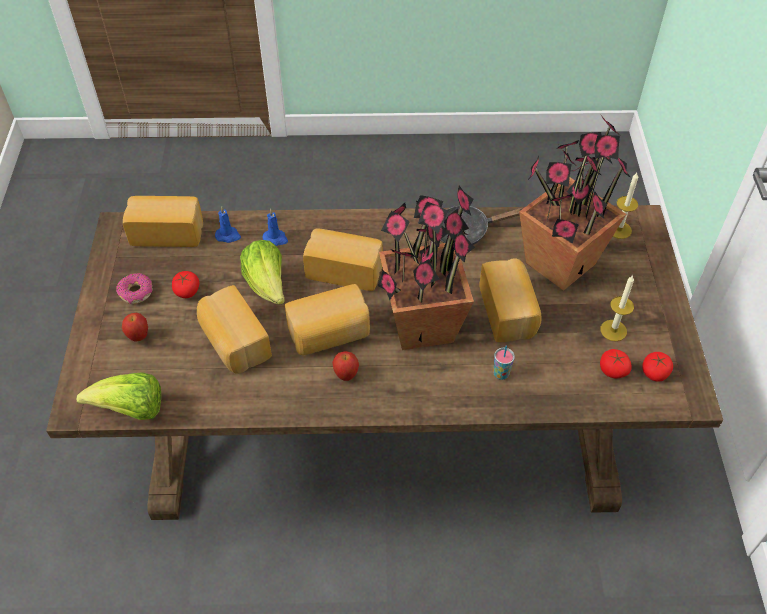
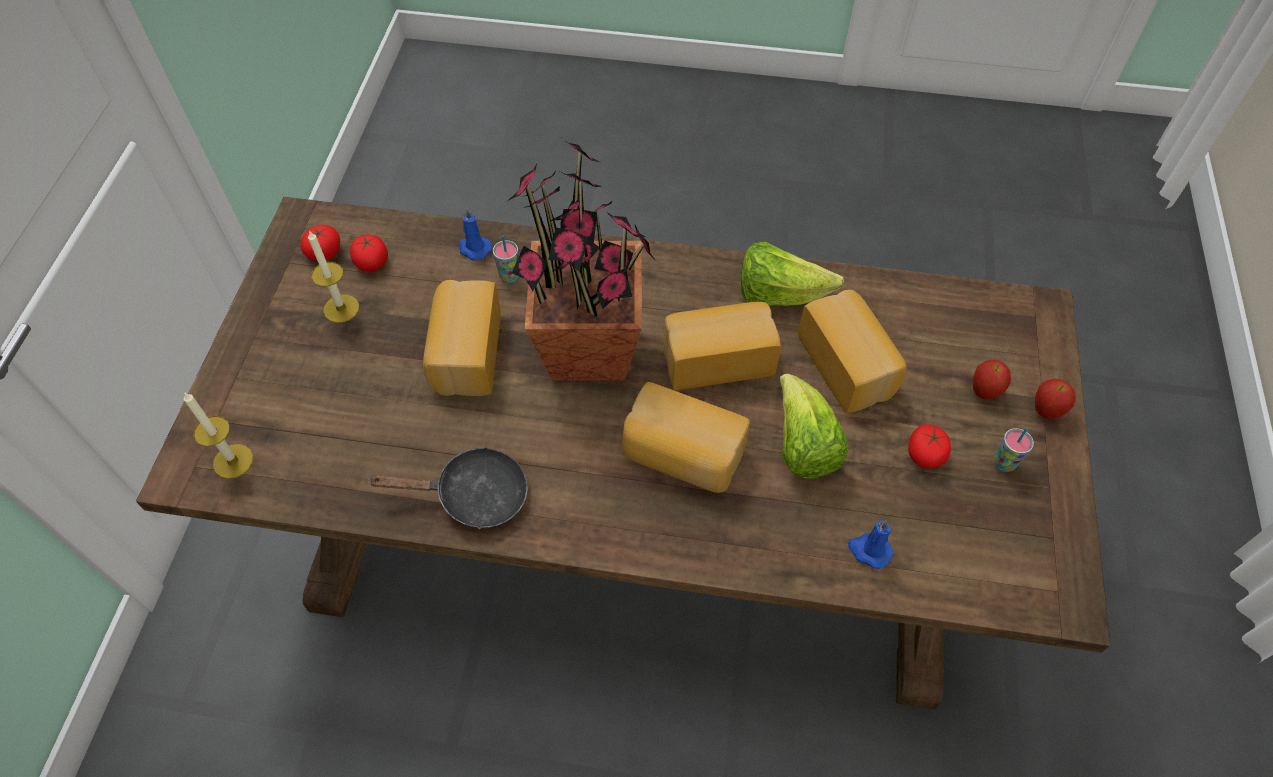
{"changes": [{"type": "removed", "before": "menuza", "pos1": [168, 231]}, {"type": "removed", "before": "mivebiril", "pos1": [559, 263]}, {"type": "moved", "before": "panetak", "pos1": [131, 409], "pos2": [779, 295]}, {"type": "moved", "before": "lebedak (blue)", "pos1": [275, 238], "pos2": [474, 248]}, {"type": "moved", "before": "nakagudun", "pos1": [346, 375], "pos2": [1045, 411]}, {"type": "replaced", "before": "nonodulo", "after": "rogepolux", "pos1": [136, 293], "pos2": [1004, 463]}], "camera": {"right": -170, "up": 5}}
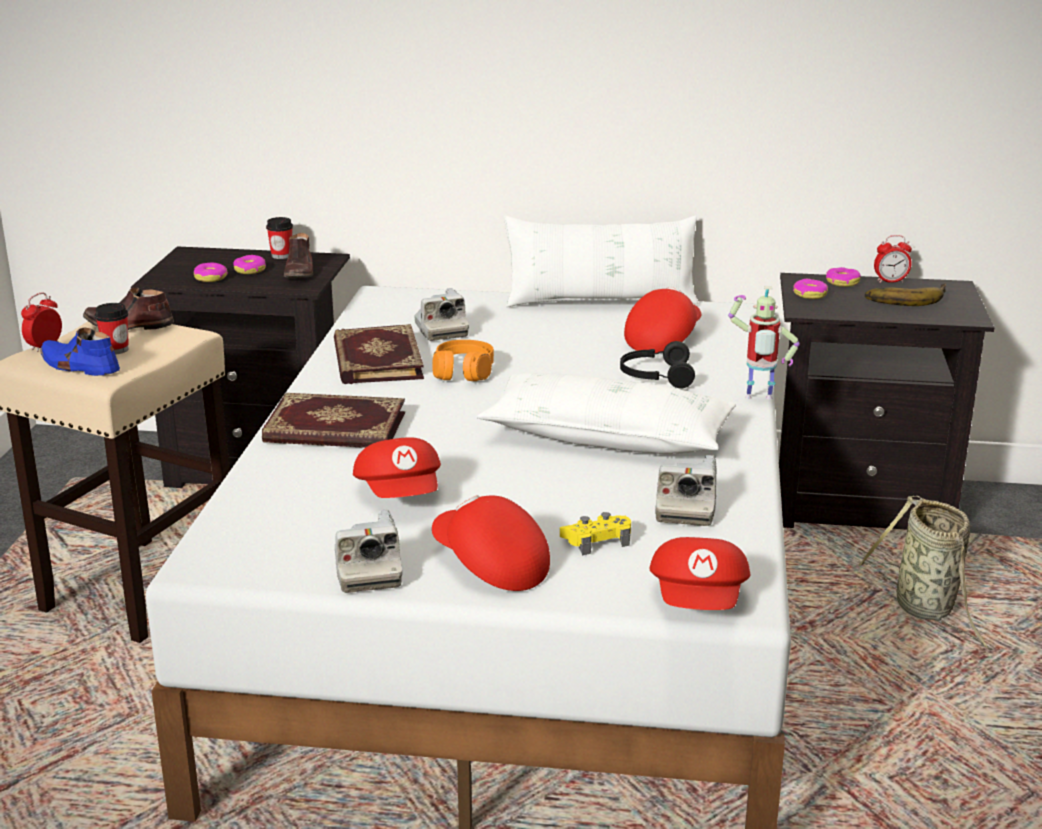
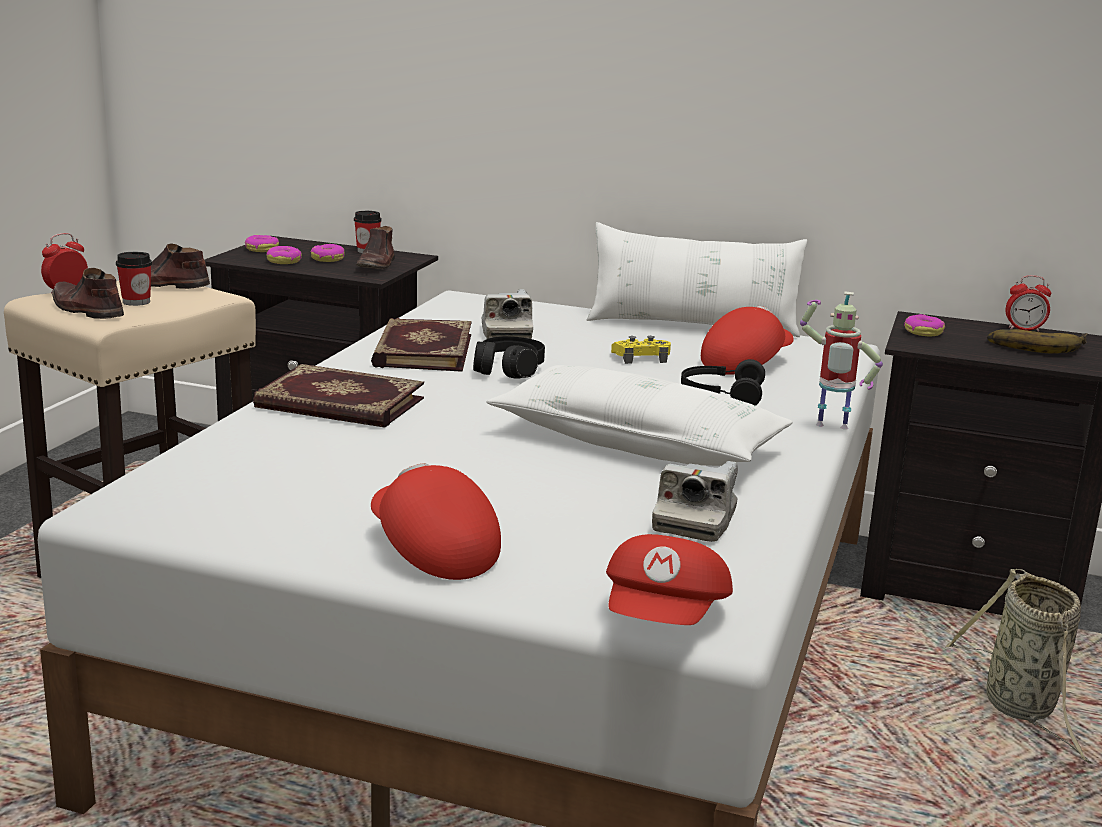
{"changes": [{"type": "removed", "before": "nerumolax", "pos1": [367, 571]}, {"type": "removed", "before": "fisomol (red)", "pos1": [401, 494]}, {"type": "moved", "before": "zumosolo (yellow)", "pos1": [596, 540], "pos2": [641, 358]}, {"type": "moved", "before": "nonodulo", "pos1": [842, 282], "pos2": [262, 249]}, {"type": "recoloured", "before": "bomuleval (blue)", "after": "bomuleval (brown)", "pos1": [79, 366], "pos2": [86, 310]}, {"type": "recoloured", "before": "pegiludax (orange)", "after": "pegiludax (black)", "pos1": [463, 372], "pos2": [508, 370]}], "camera": {"right": 10, "up": -5}}
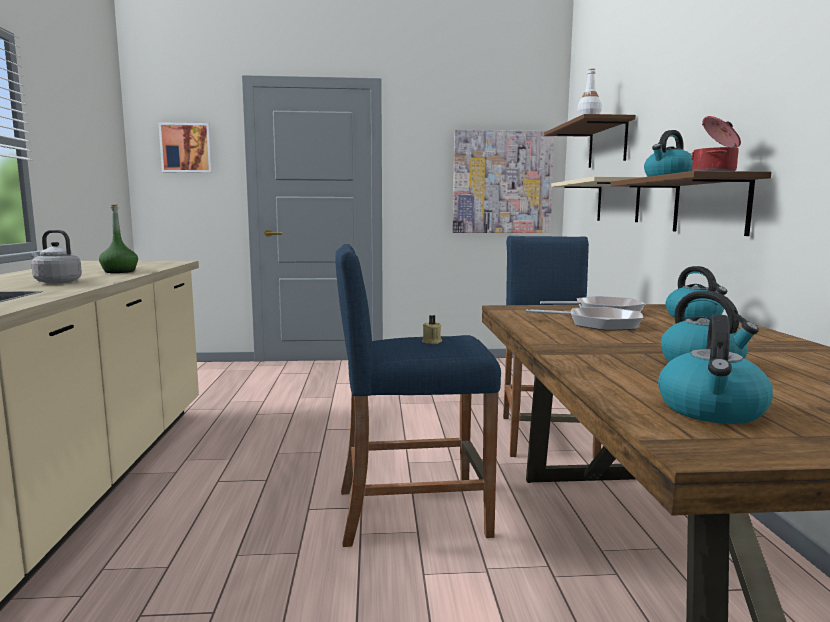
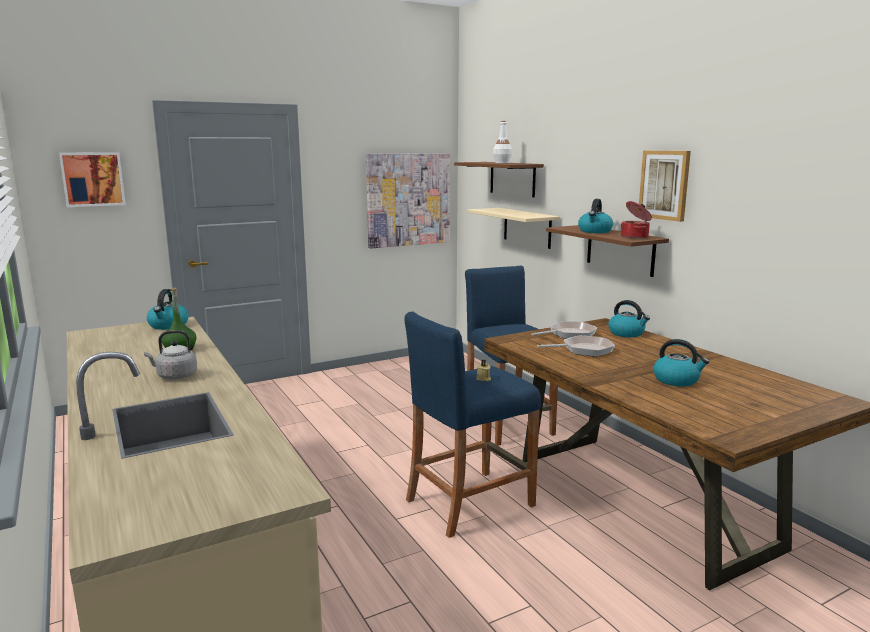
{"changes": [{"type": "added", "after": "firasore", "pos2": [664, 185]}, {"type": "moved", "before": "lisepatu", "pos1": [711, 410], "pos2": [168, 325]}], "camera": {"right": -25, "up": 5}}
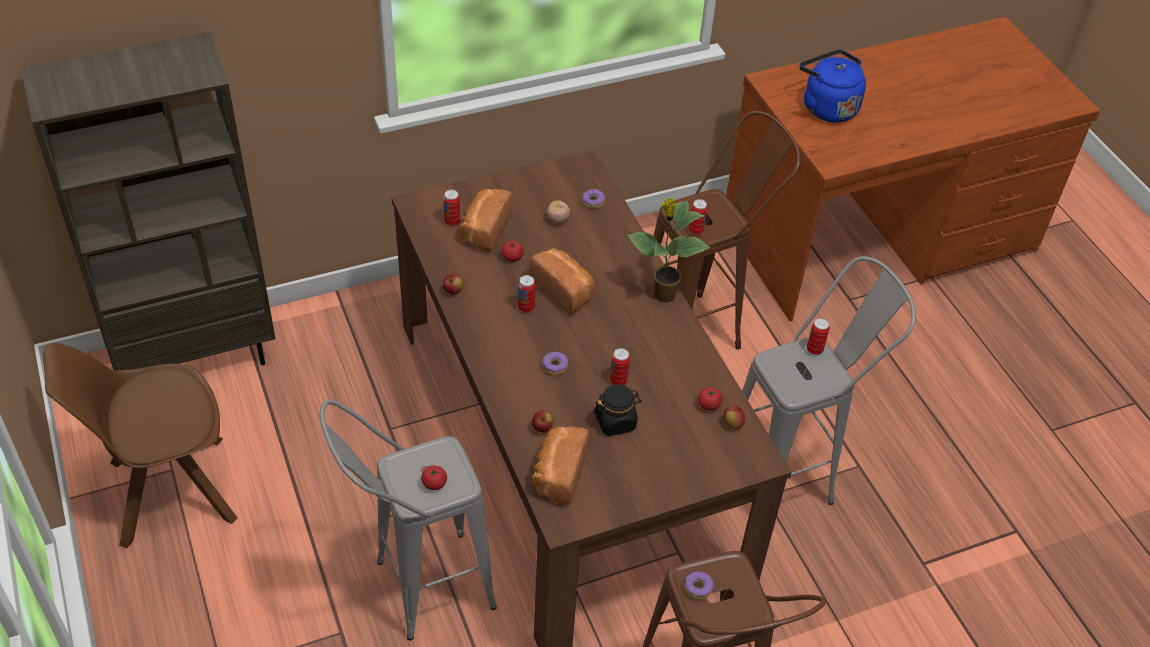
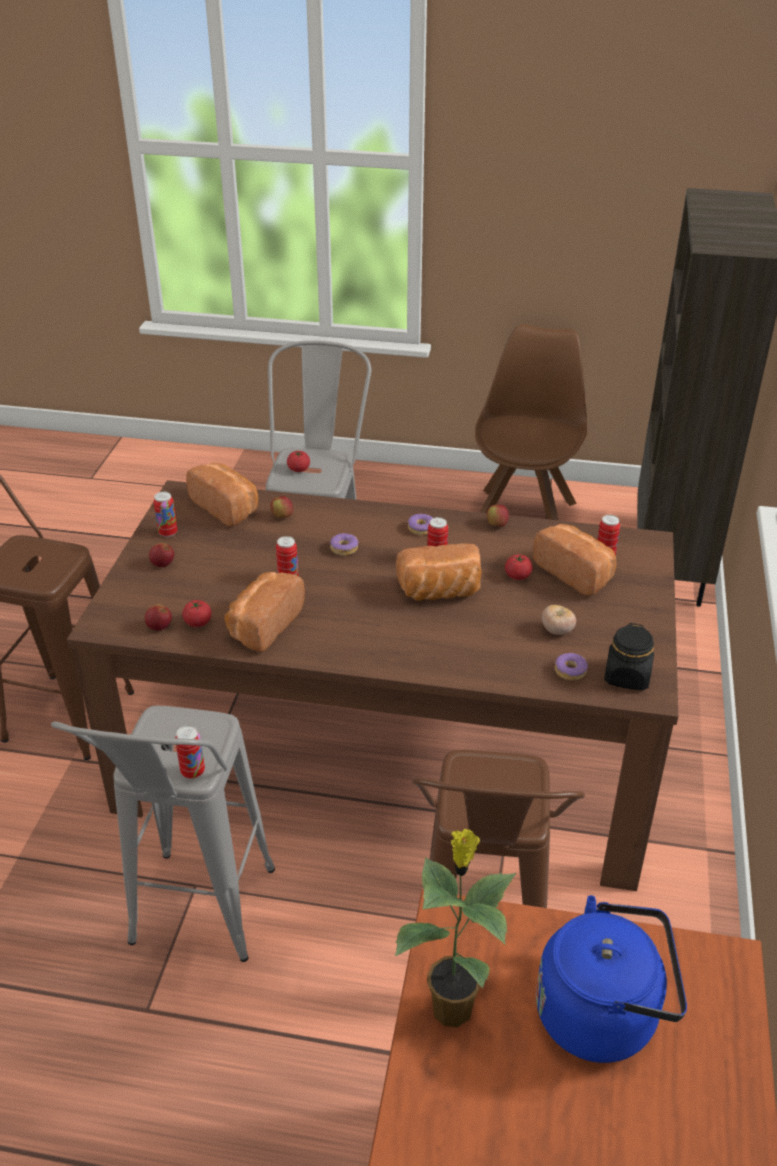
{"changes": [{"type": "added", "after": "nakagudun", "pos2": [163, 564]}, {"type": "added", "after": "menuza", "pos2": [263, 625]}, {"type": "moved", "before": "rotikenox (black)", "pos1": [615, 421], "pos2": [627, 676]}, {"type": "moved", "before": "mivebiril", "pos1": [663, 295], "pos2": [452, 1006]}, {"type": "moved", "before": "nonodulo", "pos1": [698, 588], "pos2": [421, 528]}, {"type": "moved", "before": "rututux", "pos1": [696, 230], "pos2": [168, 533]}], "camera": {"right": 125, "up": -10}}
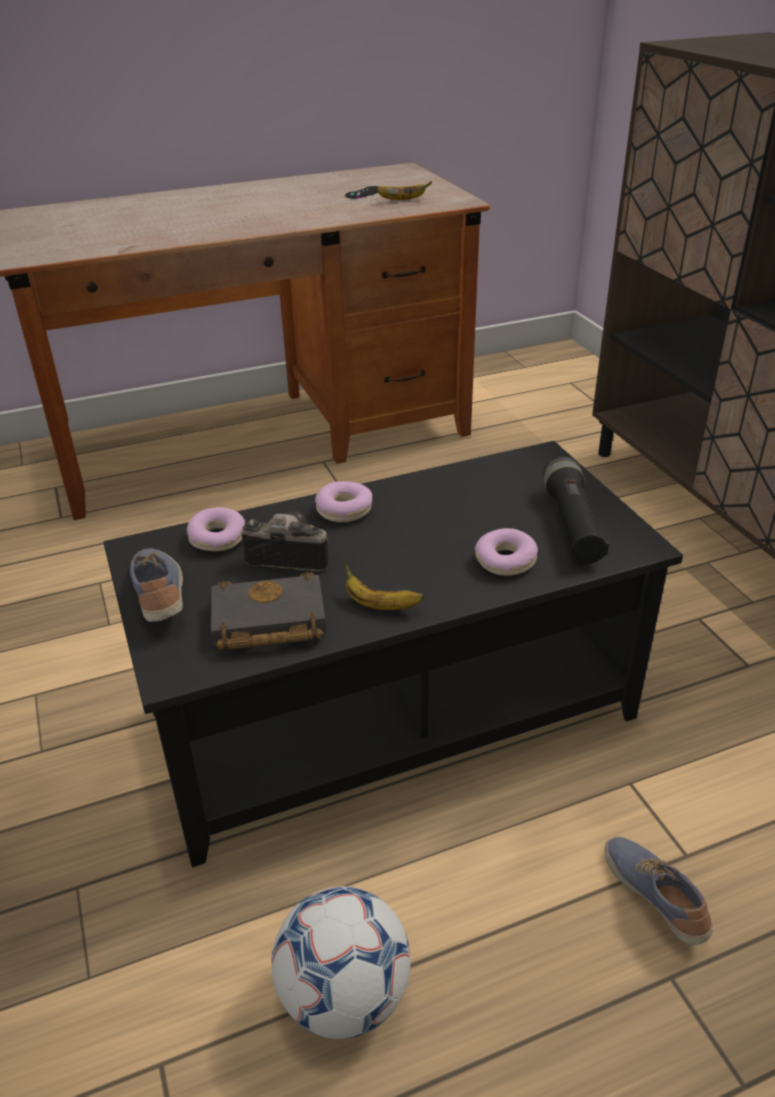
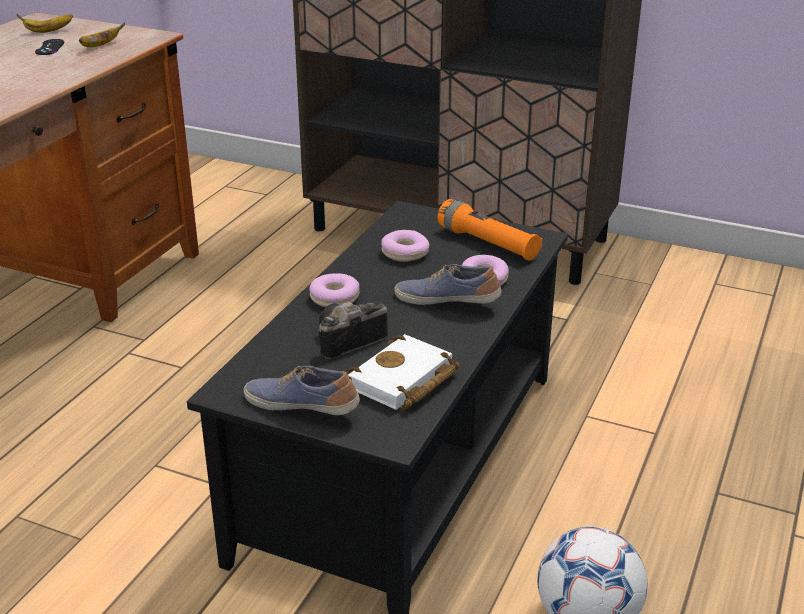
{"changes": [{"type": "moved", "before": "nonodulo", "pos1": [217, 538], "pos2": [405, 253]}, {"type": "moved", "before": "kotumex", "pos1": [380, 605], "pos2": [47, 31]}, {"type": "moved", "before": "bomuleval", "pos1": [655, 896], "pos2": [447, 301]}, {"type": "recoloured", "before": "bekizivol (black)", "after": "bekizivol (white)", "pos1": [266, 622], "pos2": [403, 382]}, {"type": "recoloured", "before": "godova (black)", "after": "godova (orange)", "pos1": [572, 524], "pos2": [488, 243]}], "camera": {"right": -45, "up": -5}}
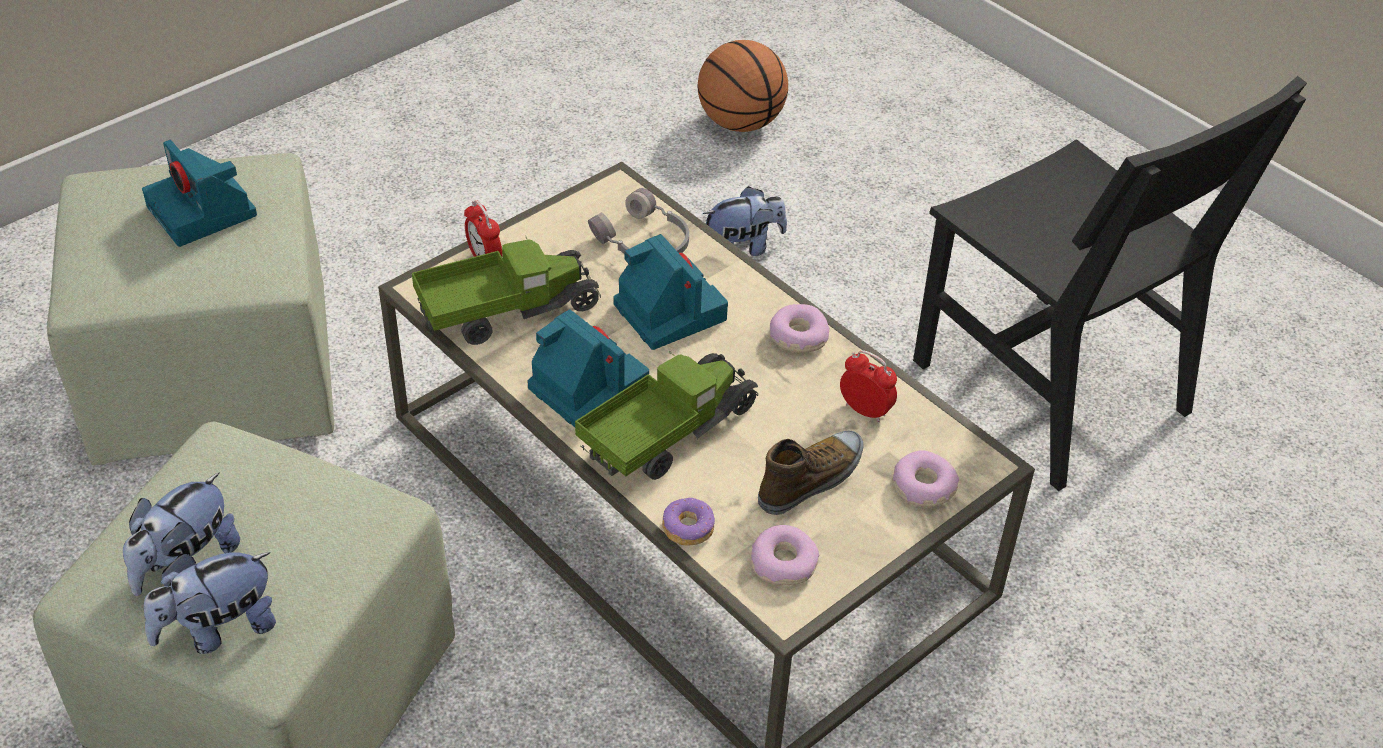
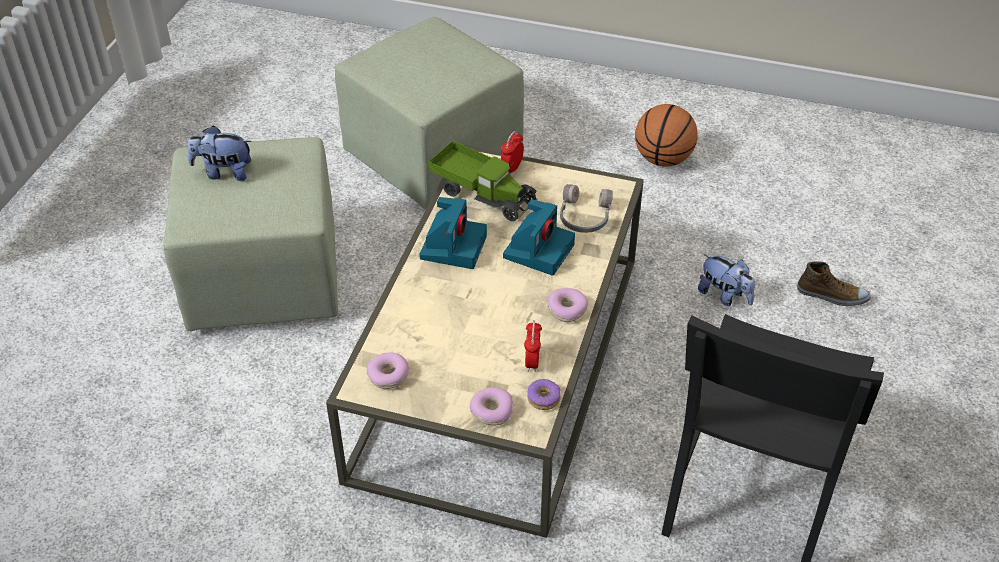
{"changes": [{"type": "removed", "before": "nerumolax", "pos1": [204, 212]}, {"type": "removed", "before": "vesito", "pos1": [218, 629]}, {"type": "removed", "before": "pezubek", "pos1": [667, 433]}, {"type": "moved", "before": "nonodulo", "pos1": [688, 528], "pos2": [544, 398]}, {"type": "moved", "before": "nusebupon", "pos1": [740, 122], "pos2": [663, 159]}, {"type": "moved", "before": "bomuleval", "pos1": [811, 479], "pos2": [832, 295]}], "camera": {"right": 60, "up": 0}}
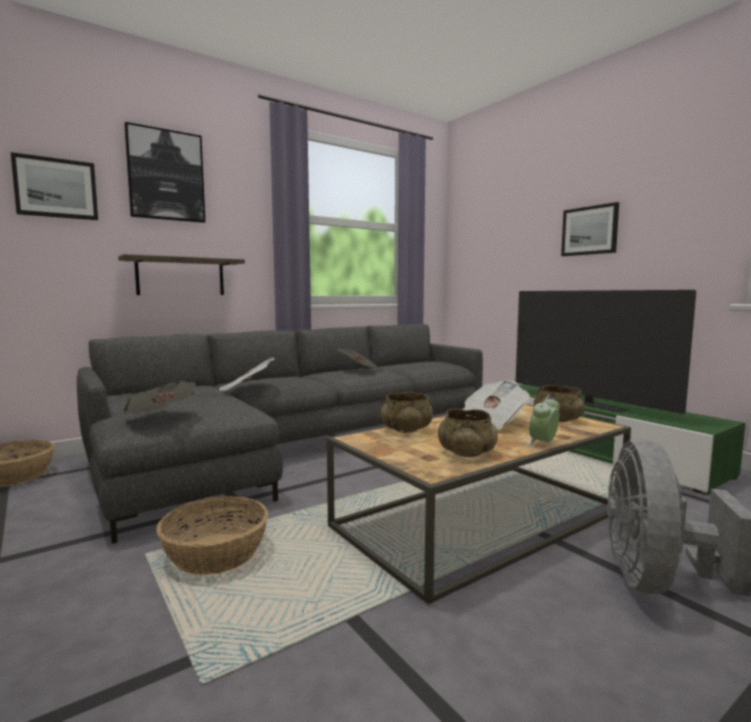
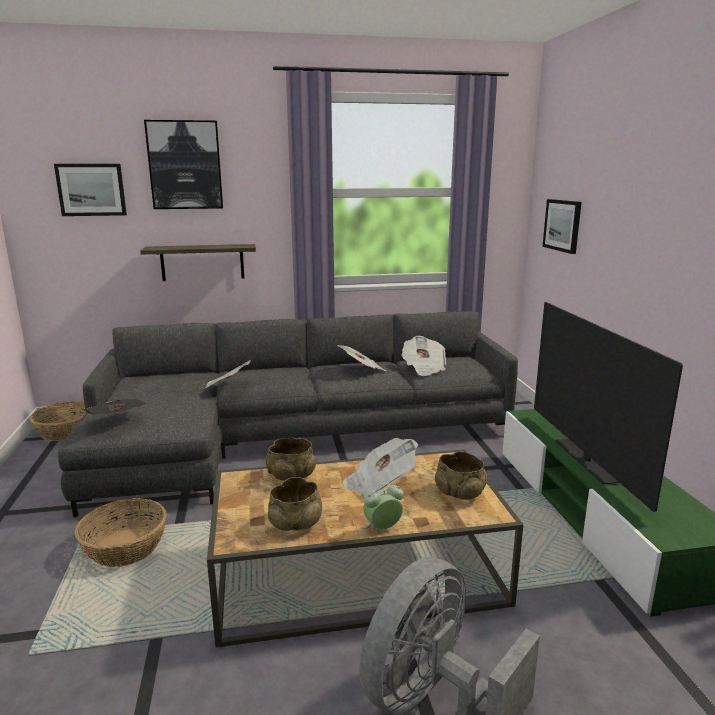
{"changes": [{"type": "added", "after": "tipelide", "pos2": [423, 368]}, {"type": "moved", "before": "firasore", "pos1": [589, 230], "pos2": [562, 225]}], "camera": {"right": 25, "up": 10}}
